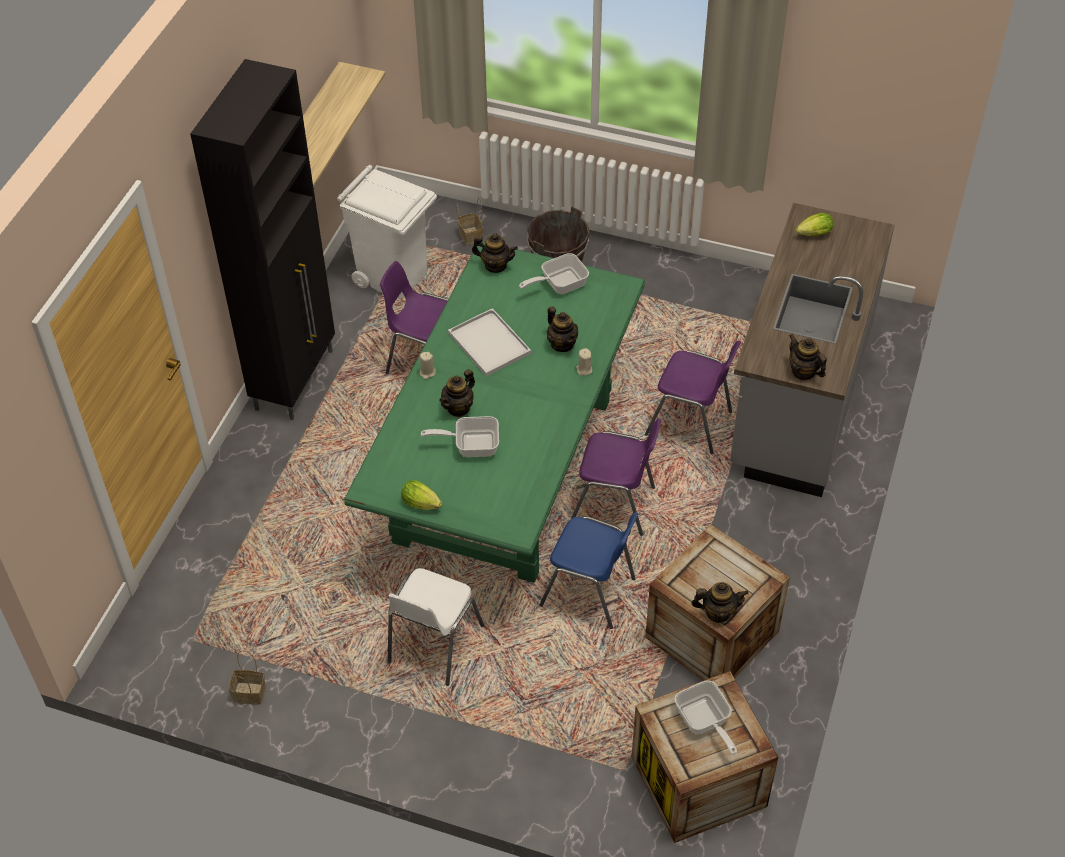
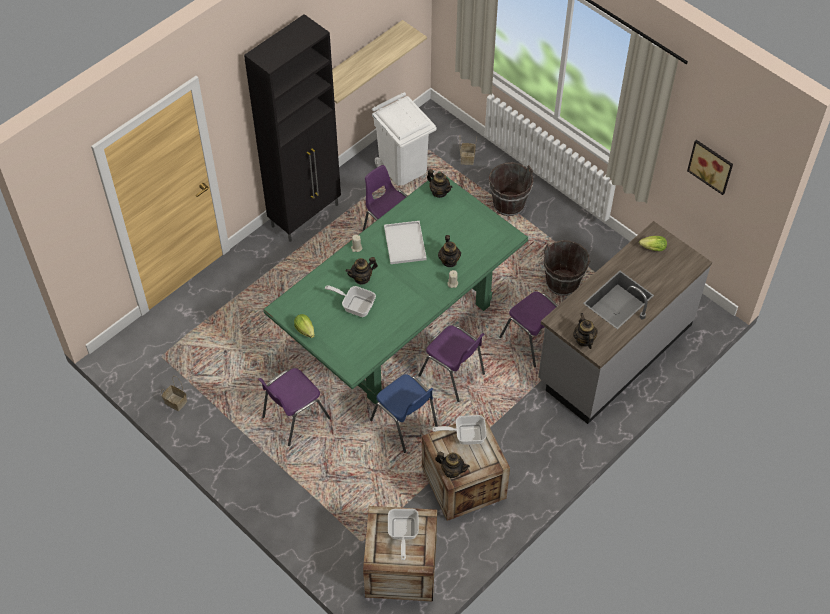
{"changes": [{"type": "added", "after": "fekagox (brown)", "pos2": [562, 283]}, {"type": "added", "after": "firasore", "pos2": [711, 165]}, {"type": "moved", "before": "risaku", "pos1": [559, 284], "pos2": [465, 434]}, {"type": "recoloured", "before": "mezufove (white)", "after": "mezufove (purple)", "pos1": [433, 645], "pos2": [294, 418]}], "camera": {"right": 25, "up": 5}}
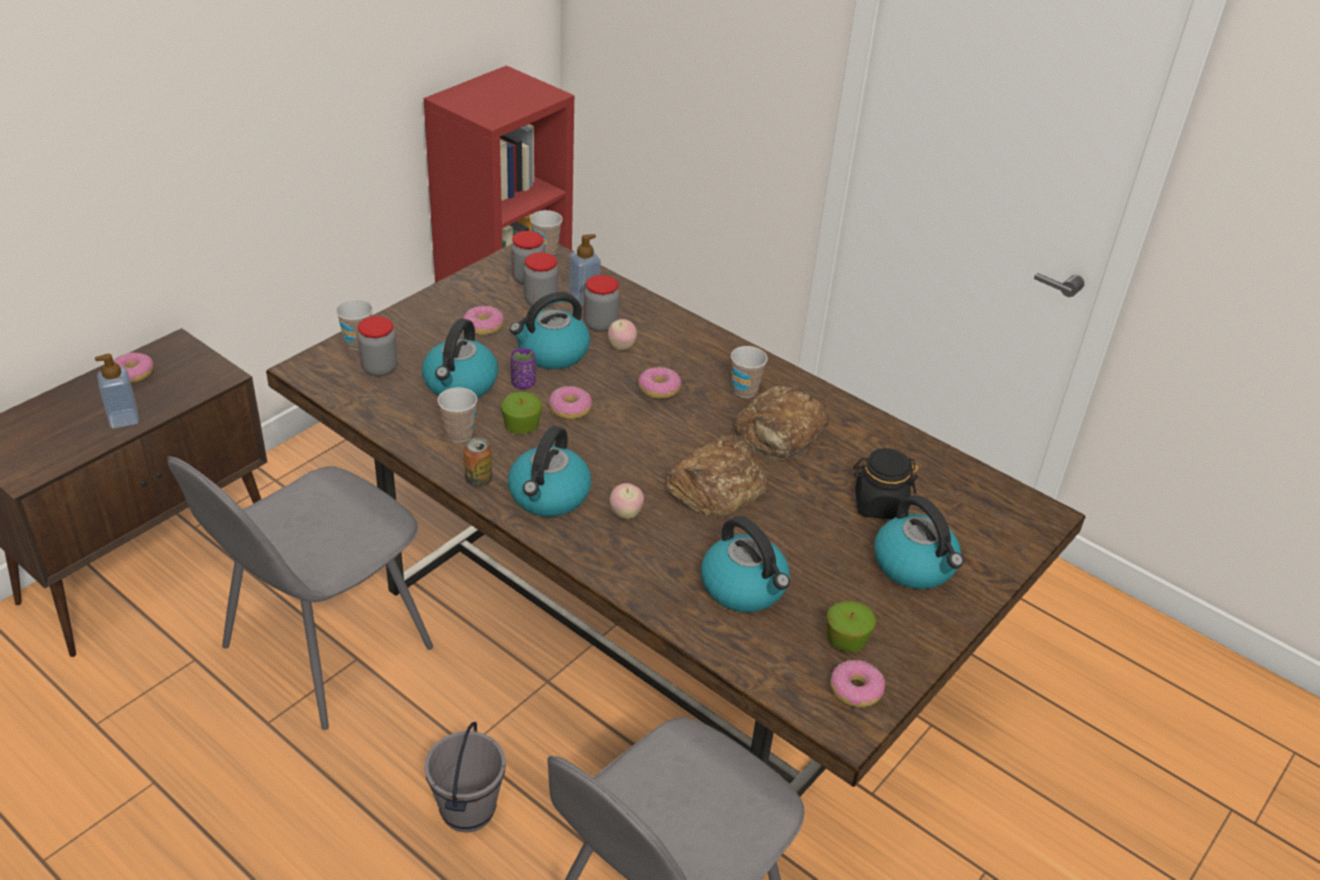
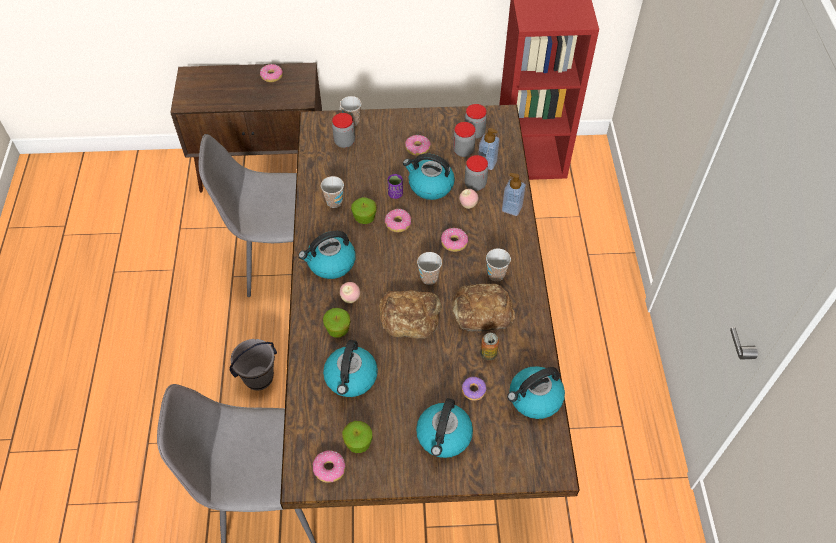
{"changes": [{"type": "added", "after": "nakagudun", "pos2": [338, 329]}, {"type": "moved", "before": "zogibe", "pos1": [124, 419], "pos2": [512, 208]}, {"type": "moved", "before": "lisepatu", "pos1": [460, 385], "pos2": [534, 399]}, {"type": "moved", "before": "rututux", "pos1": [478, 480], "pos2": [488, 354]}, {"type": "moved", "before": "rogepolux", "pos1": [546, 250], "pos2": [429, 278]}, {"type": "replaced", "before": "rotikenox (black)", "after": "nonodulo", "pos1": [879, 504], "pos2": [474, 390]}], "camera": {"right": 50, "up": 15}}
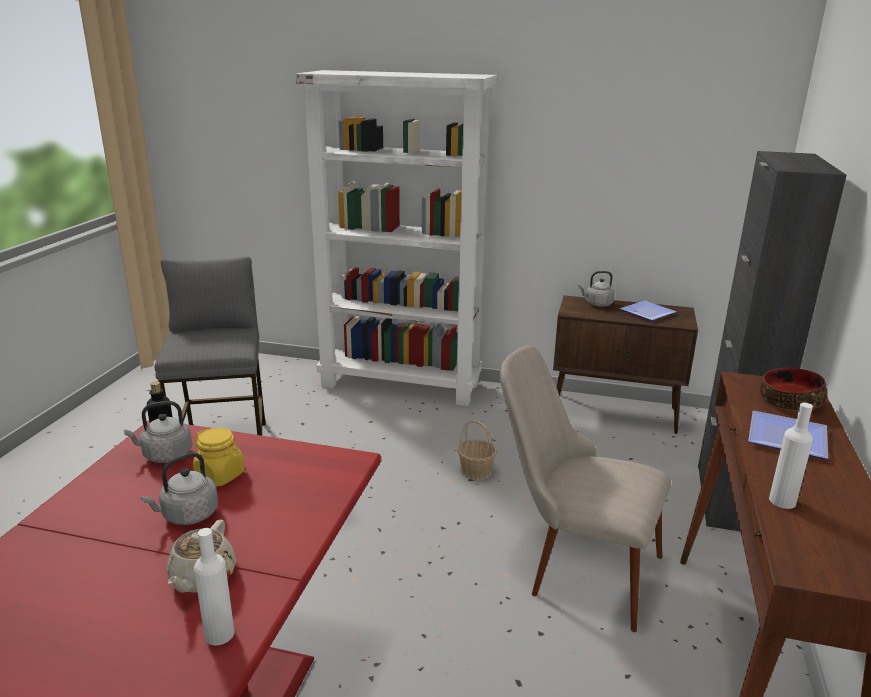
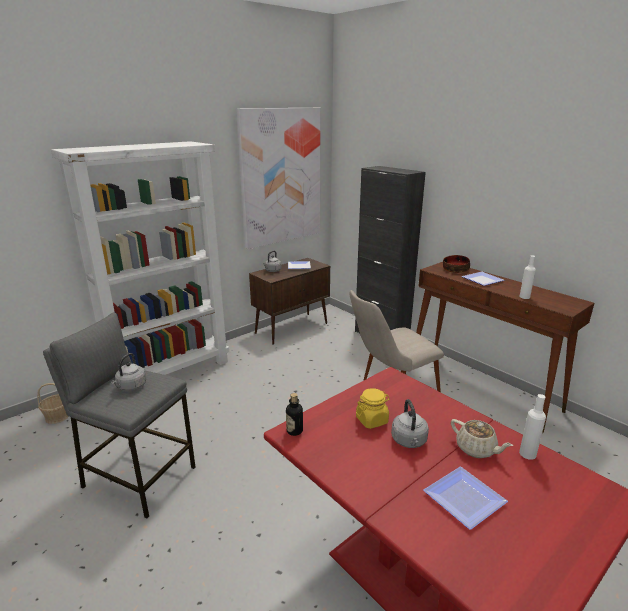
{"changes": [{"type": "added", "after": "firasore", "pos2": [281, 177]}, {"type": "added", "after": "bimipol", "pos2": [461, 498]}, {"type": "moved", "before": "lisepatu (grey)", "pos1": [165, 455], "pos2": [131, 387]}, {"type": "moved", "before": "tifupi", "pos1": [476, 471], "pos2": [57, 416]}], "camera": {"right": -55, "up": 0}}
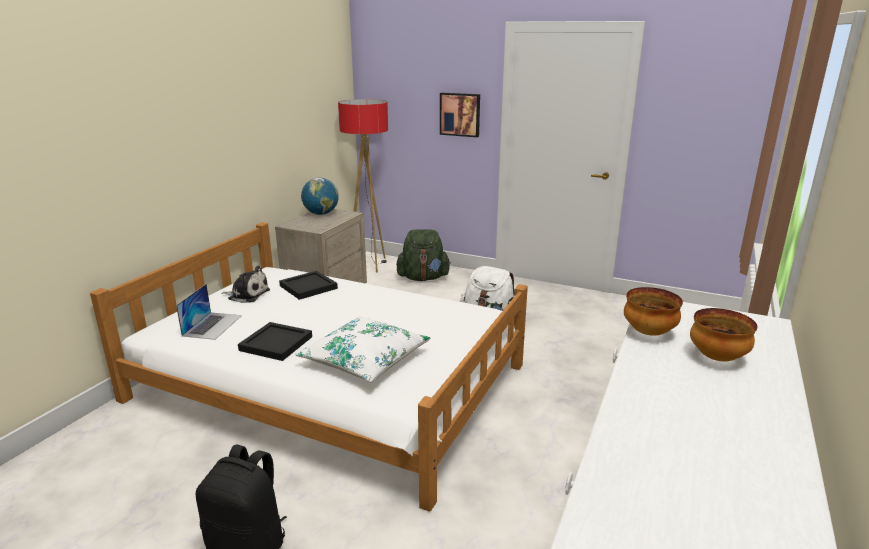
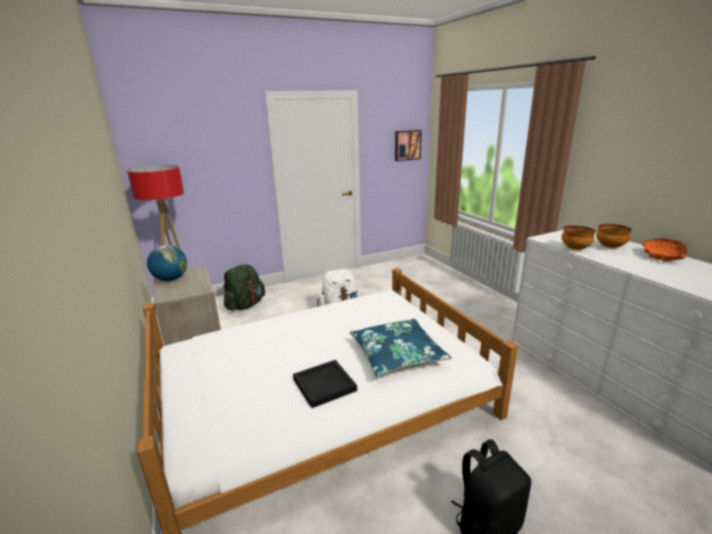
{"changes": [{"type": "removed", "before": "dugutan", "pos1": [212, 325]}, {"type": "removed", "before": "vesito", "pos1": [247, 294]}, {"type": "removed", "before": "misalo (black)", "pos1": [309, 287]}, {"type": "added", "after": "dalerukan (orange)", "pos2": [662, 256]}, {"type": "moved", "before": "firasore", "pos1": [460, 114], "pos2": [407, 145]}, {"type": "recoloured", "before": "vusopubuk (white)", "after": "vusopubuk (blue)", "pos1": [365, 359], "pos2": [397, 355]}], "camera": {"right": -50, "up": 0}}
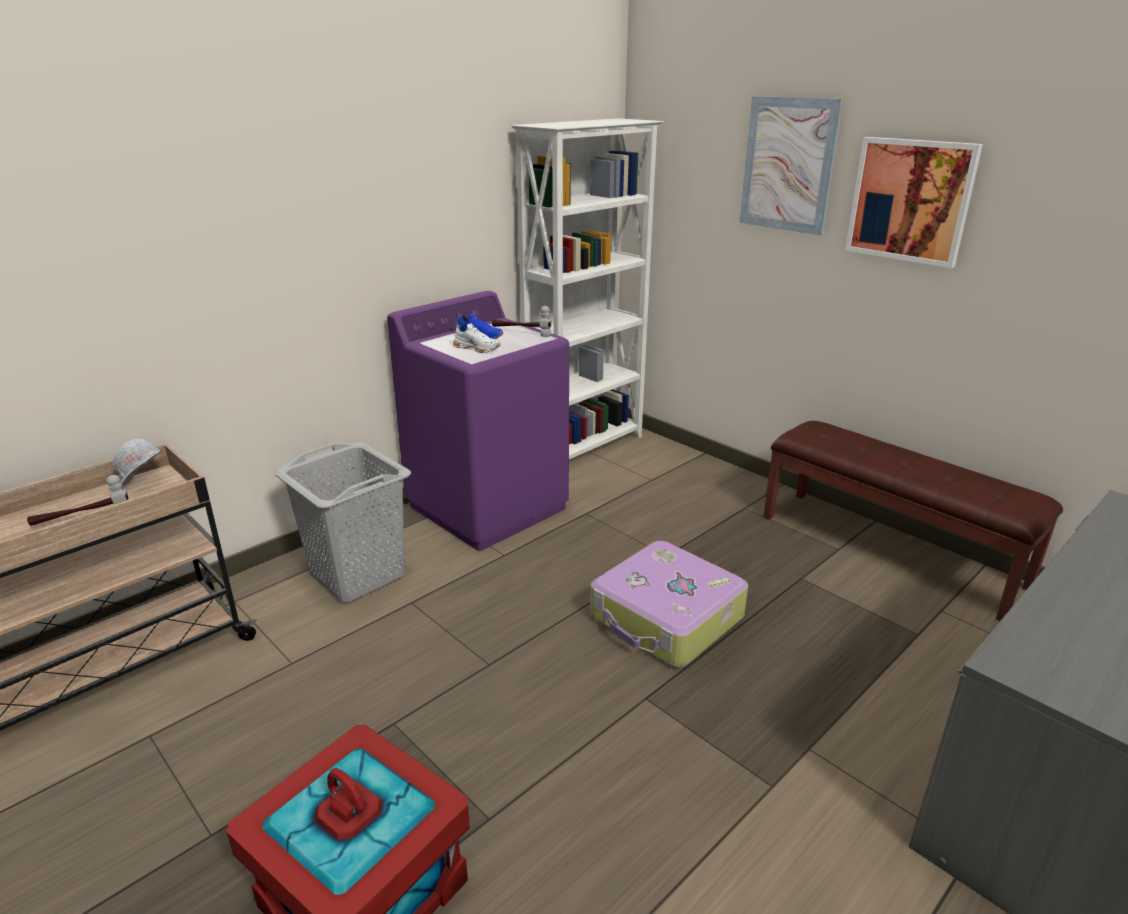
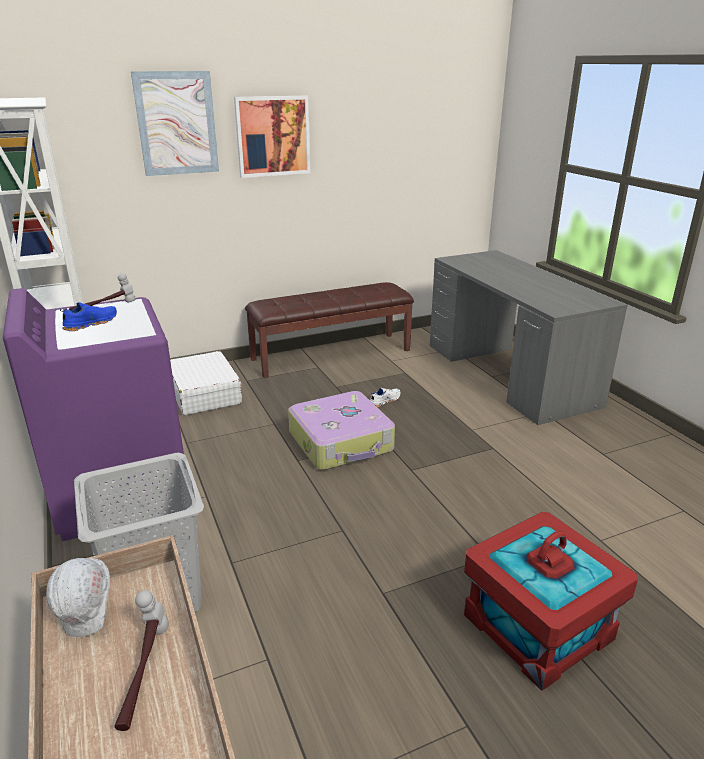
{"changes": [{"type": "added", "after": "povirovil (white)", "pos2": [204, 393]}, {"type": "moved", "before": "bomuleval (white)", "pos1": [477, 348], "pos2": [384, 401]}], "camera": {"right": -70, "up": 0}}
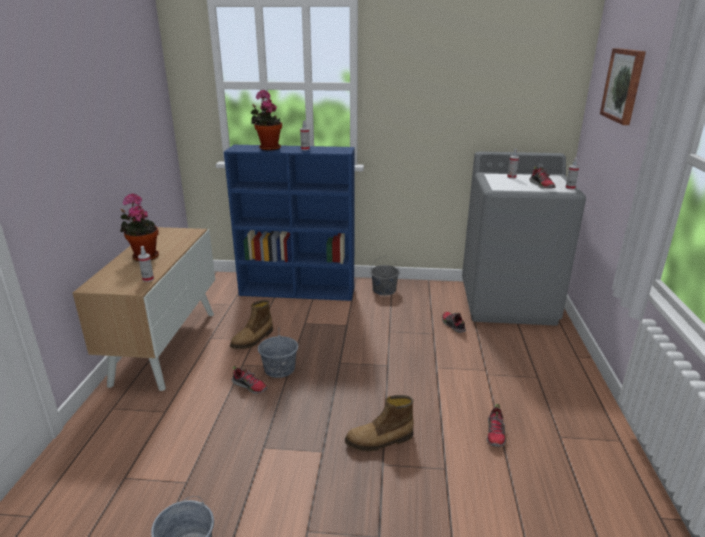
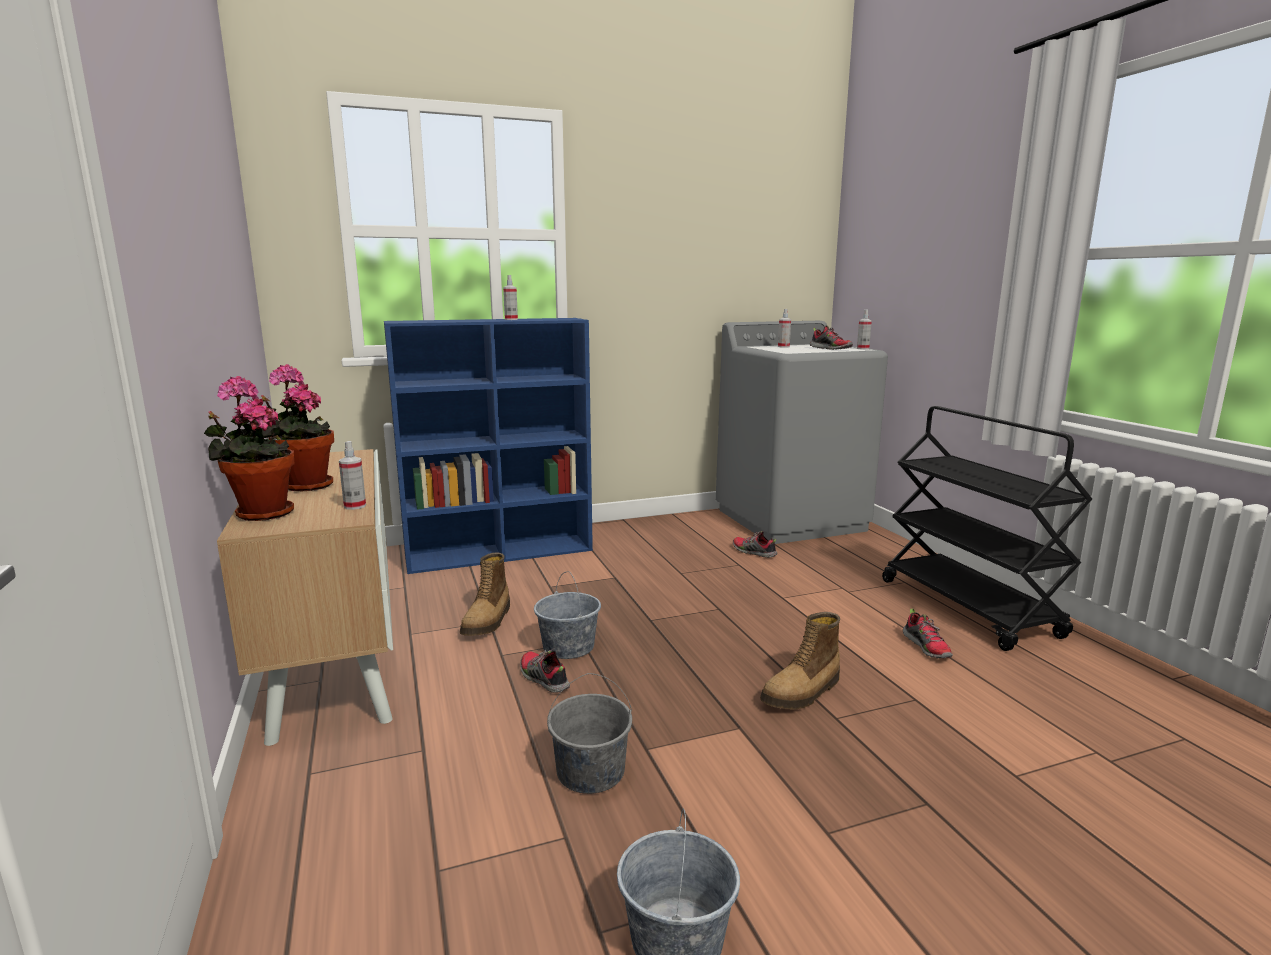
{"changes": [{"type": "removed", "before": "firasore", "pos1": [624, 85]}, {"type": "added", "after": "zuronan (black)", "pos2": [969, 608]}, {"type": "moved", "before": "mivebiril", "pos1": [268, 148], "pos2": [260, 513]}, {"type": "moved", "before": "fekagox (grey)", "pos1": [384, 290], "pos2": [590, 771]}, {"type": "turned", "before": "bomuleval", "pos1": [250, 386], "pos2": [543, 679], "turn": -135}], "camera": {"right": -25, "up": -10}}
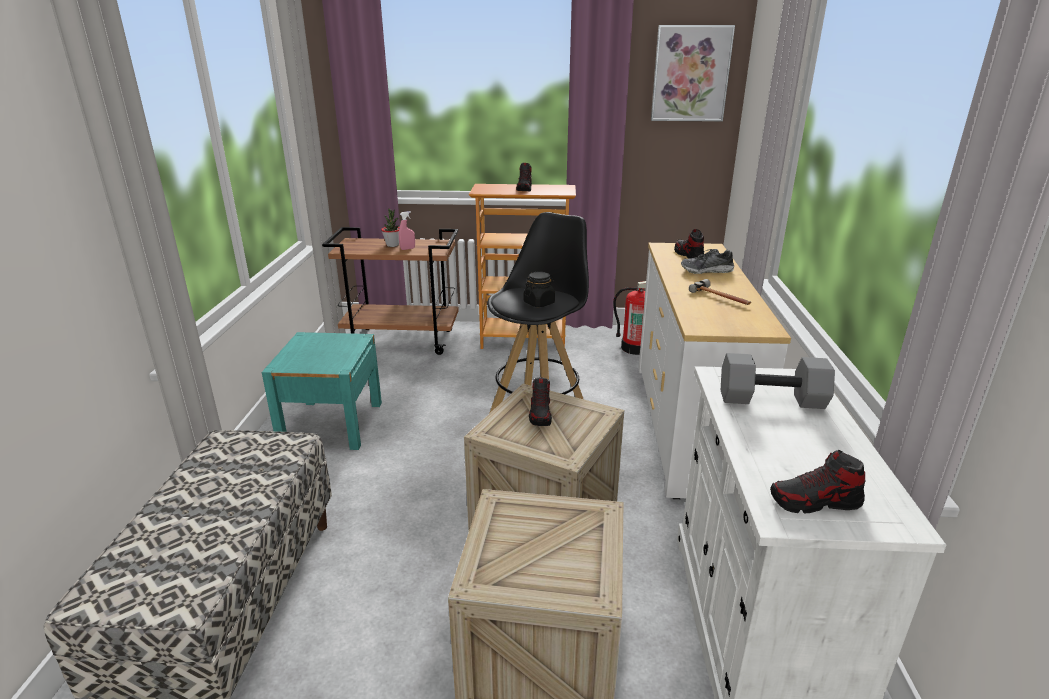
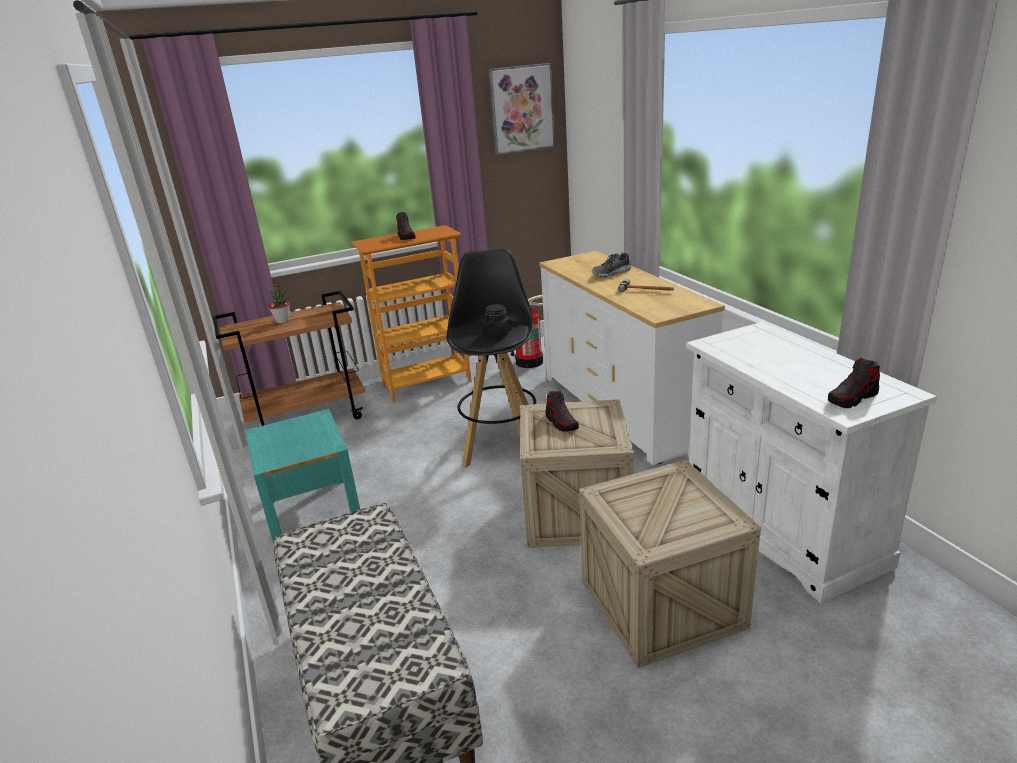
{"changes": [{"type": "removed", "before": "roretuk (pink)", "pos1": [407, 249]}, {"type": "removed", "before": "bomuleval", "pos1": [688, 255]}, {"type": "removed", "before": "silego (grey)", "pos1": [770, 400]}], "camera": {"right": -25, "up": 0}}
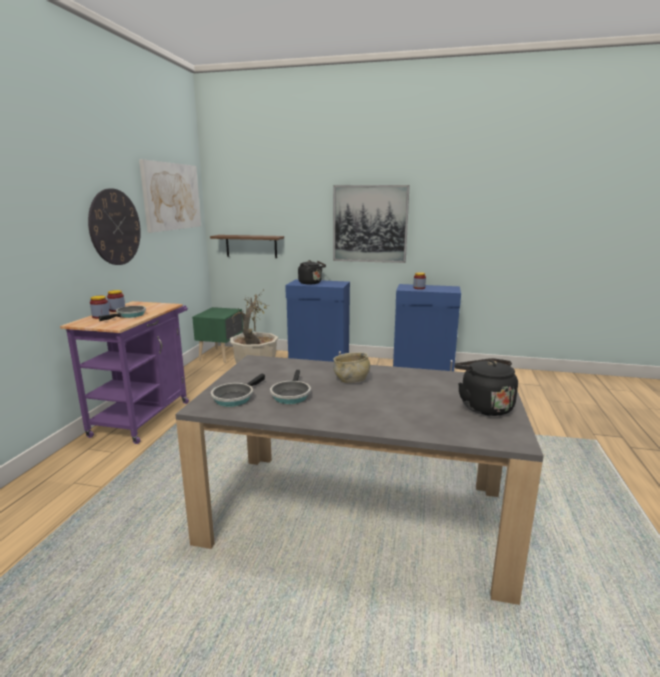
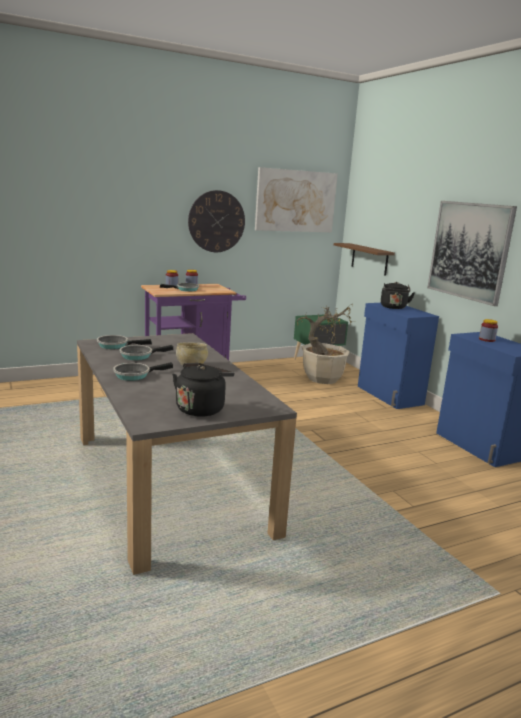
{"changes": [{"type": "added", "after": "risaku", "pos2": [135, 375]}], "camera": {"right": 50, "up": 0}}
